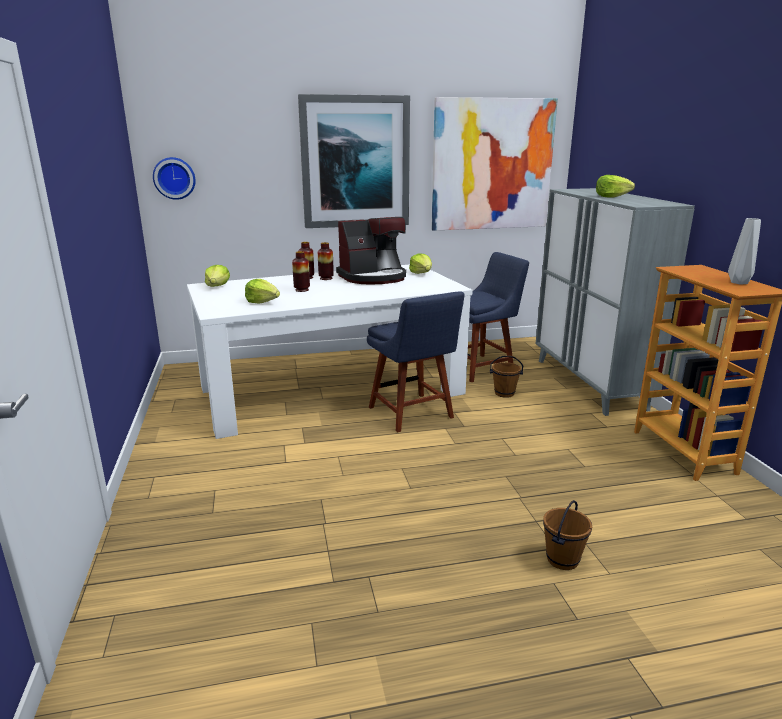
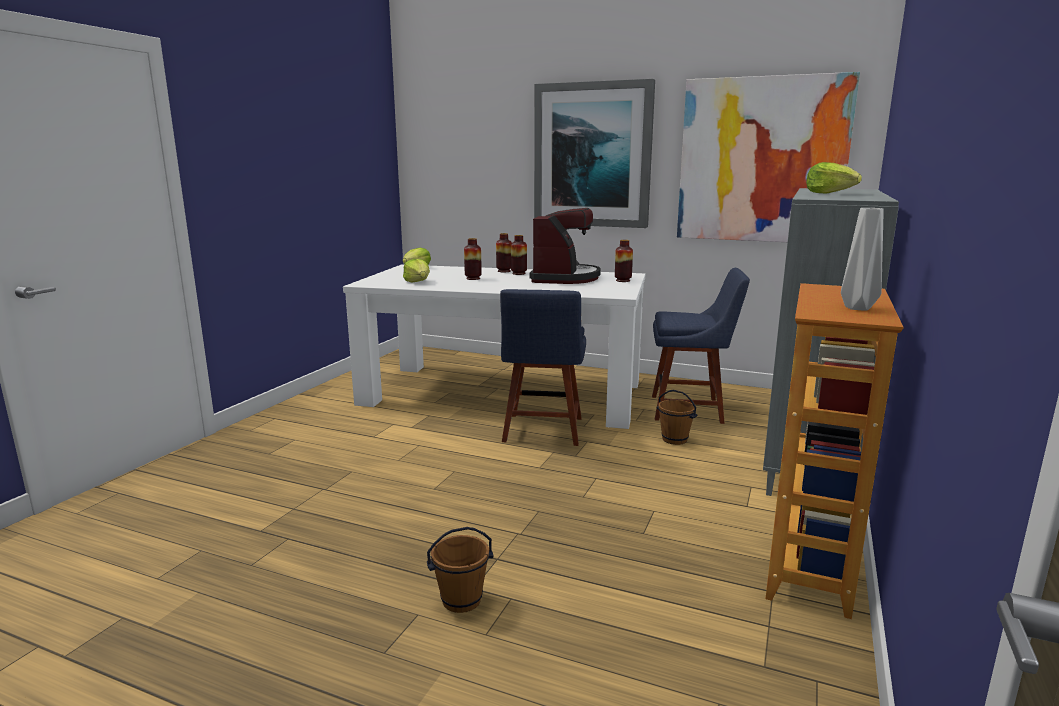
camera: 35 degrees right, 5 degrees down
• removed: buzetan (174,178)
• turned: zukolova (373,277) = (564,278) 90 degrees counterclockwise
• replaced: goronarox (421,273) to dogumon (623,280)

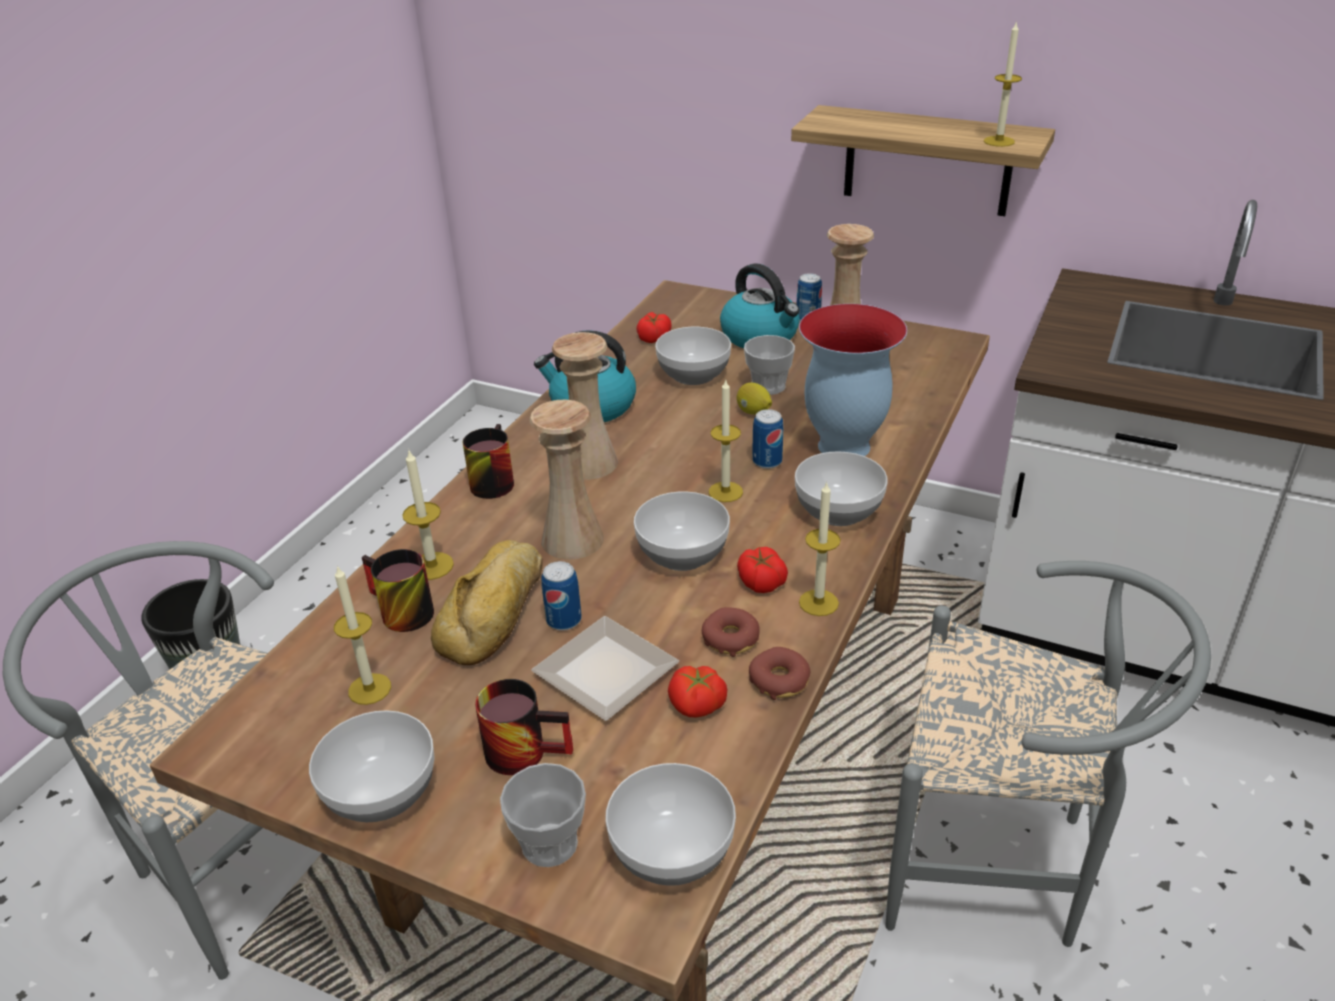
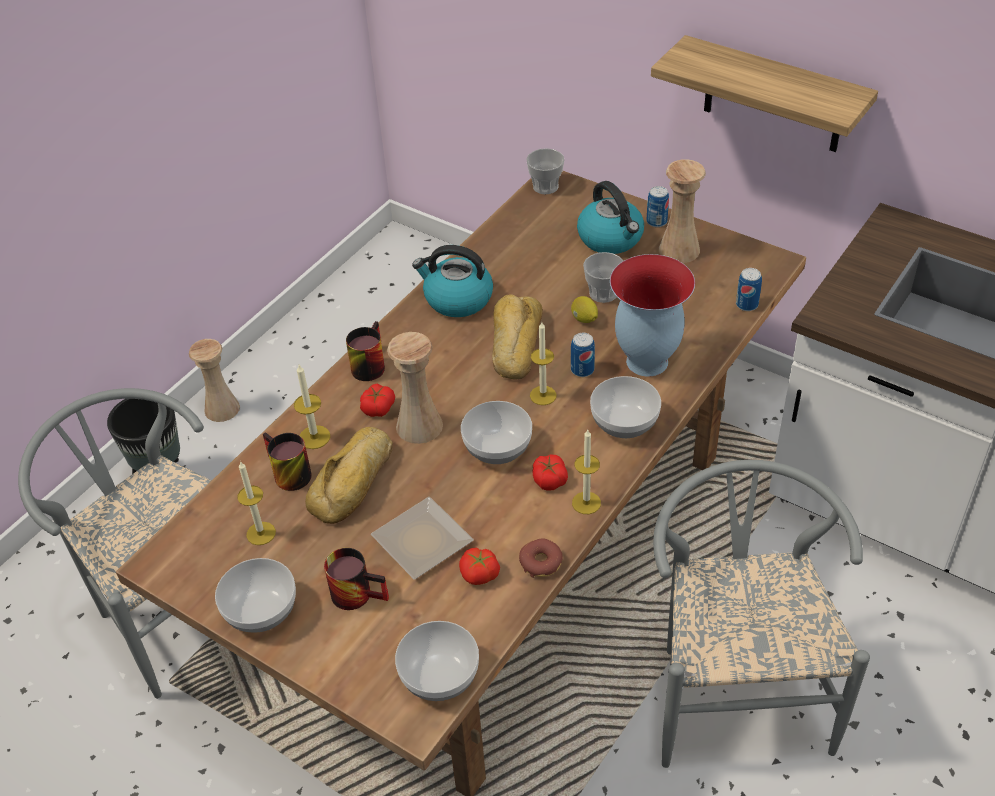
camera: 10 degrees right, 10 degrees up
• removed: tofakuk (999,141)
• moved: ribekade (654,337) to (378,407)
• removed: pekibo (693,375)
• moved: beige dogumon (589,463) to (222,409)
• moved: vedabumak (564,620) to (746,305)
• turned: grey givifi (1003,862) = (734,690) 120 degrees counterclockwise
• removed: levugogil (730,638)
• moved: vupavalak (549,843) to (545,186)
• added: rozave (514,343)

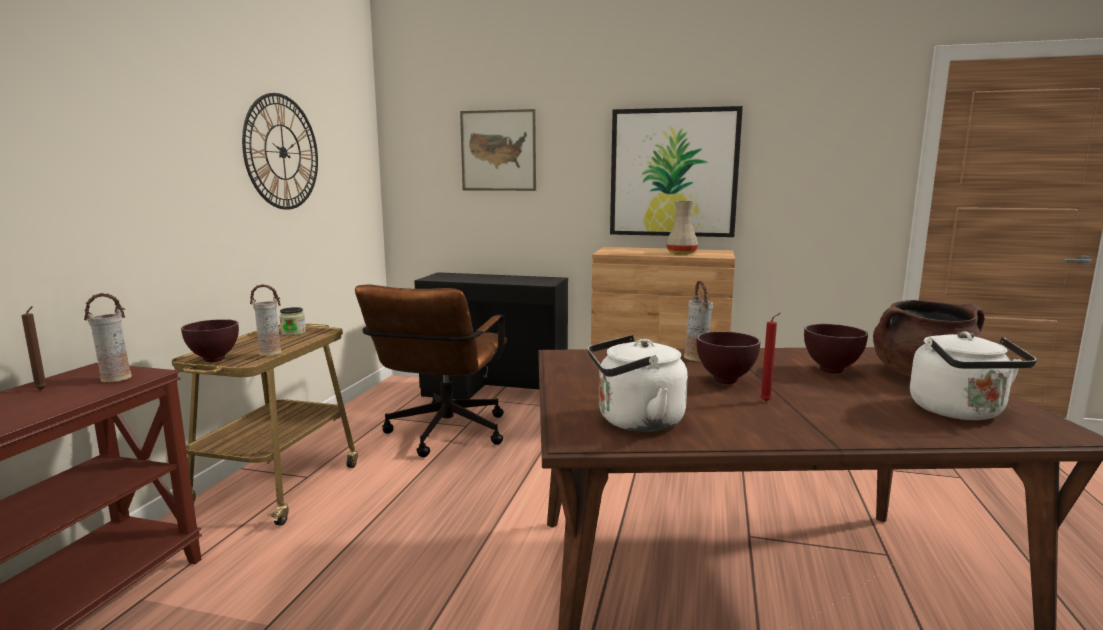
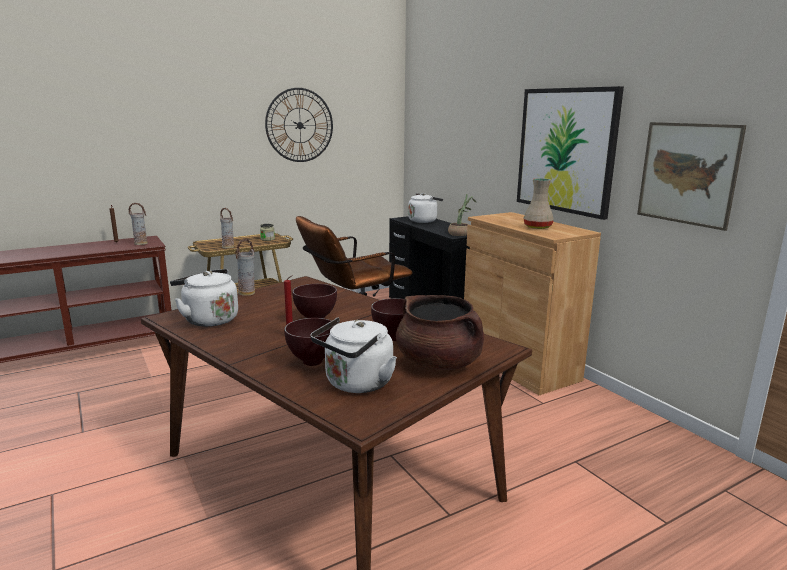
camera: 45 degrees right, 5 degrees up
• moved: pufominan (498,150) to (687,173)
• moved: dogumon (696,358) to (247,293)
• moved: brown pekibo (214,360) to (312,363)
• added: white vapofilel (424,220)
• added: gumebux (461,233)

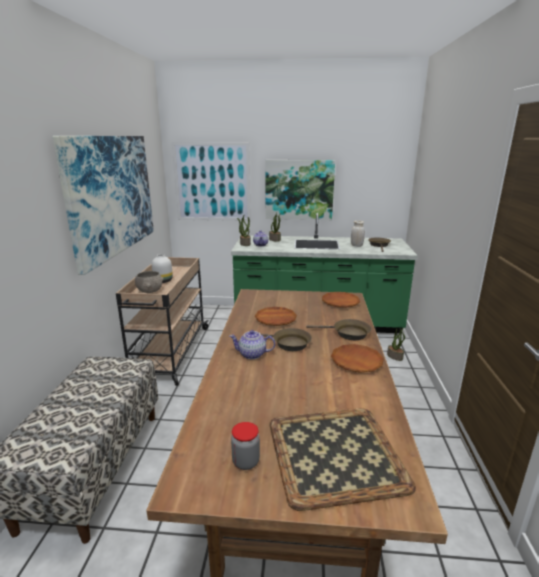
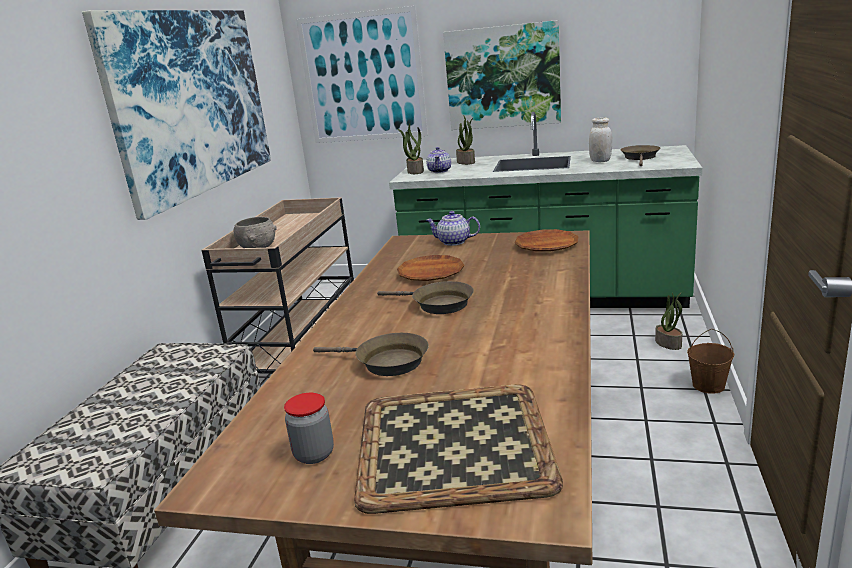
camera: 10 degrees right, 0 degrees up
• removed: white dogumon (162,281)
• moved: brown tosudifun (348,333) to (386,362)
• moved: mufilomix (252,354) to (454,242)
• removed: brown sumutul (356,361)
• added: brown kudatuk (708,385)

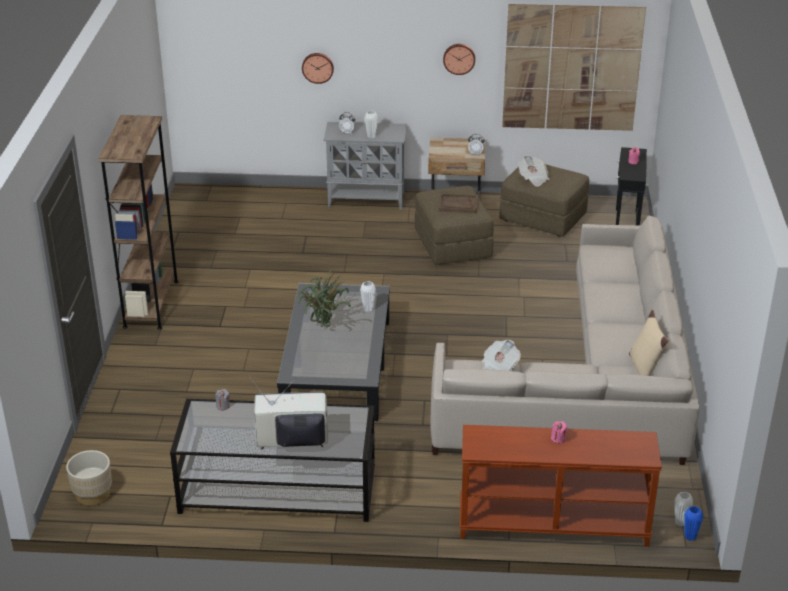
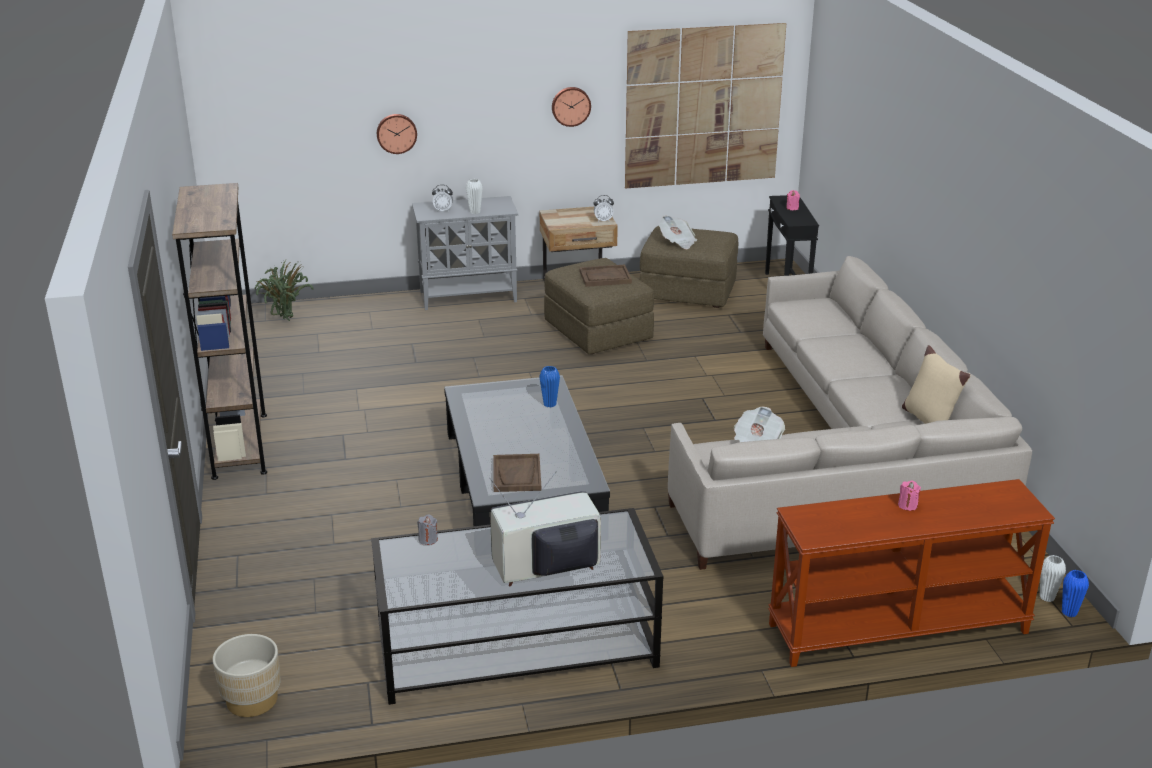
camera: 15 degrees left, 5 degrees down
• moved: gumebux (323,328) to (285,322)
• recoloured: white dogumon (368,309) to blue dogumon (549,404)
• added: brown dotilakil (517,475)

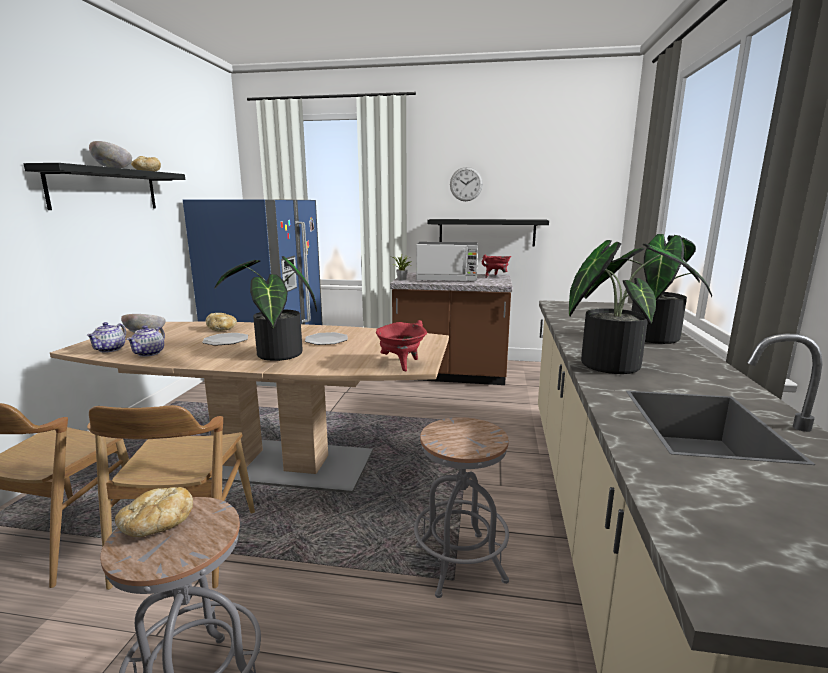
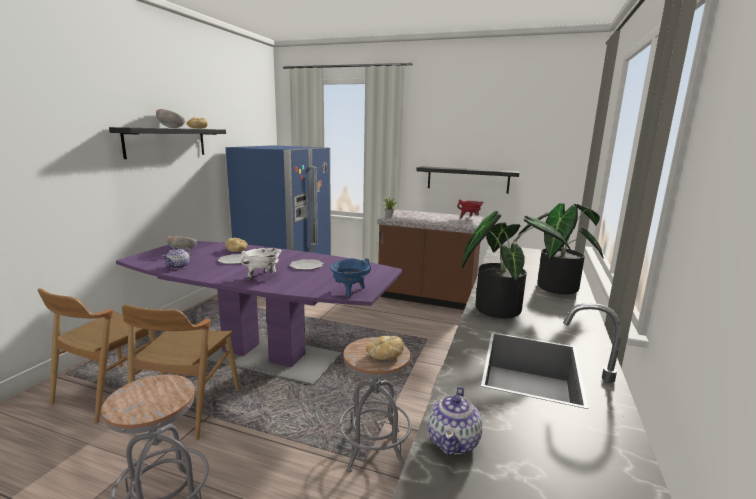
camera: 10 degrees right, 0 degrees up
• removed: buzetan (466,184)
• removed: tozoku (447,279)
• replaced: gumebux (276,356) to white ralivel (263,276)
• recoloured: red ralivel (401,364) to blue ralivel (349,291)
• recoloured: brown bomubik (272,463) to purple bomubik (263,355)
• moved: mufilomix (110,349) to (453,441)
• moved: rozave (156,526) to (384,356)

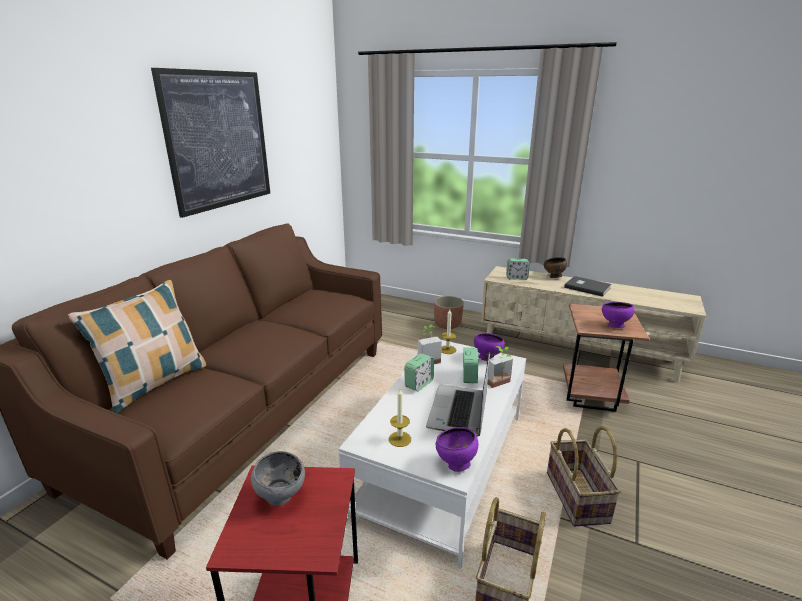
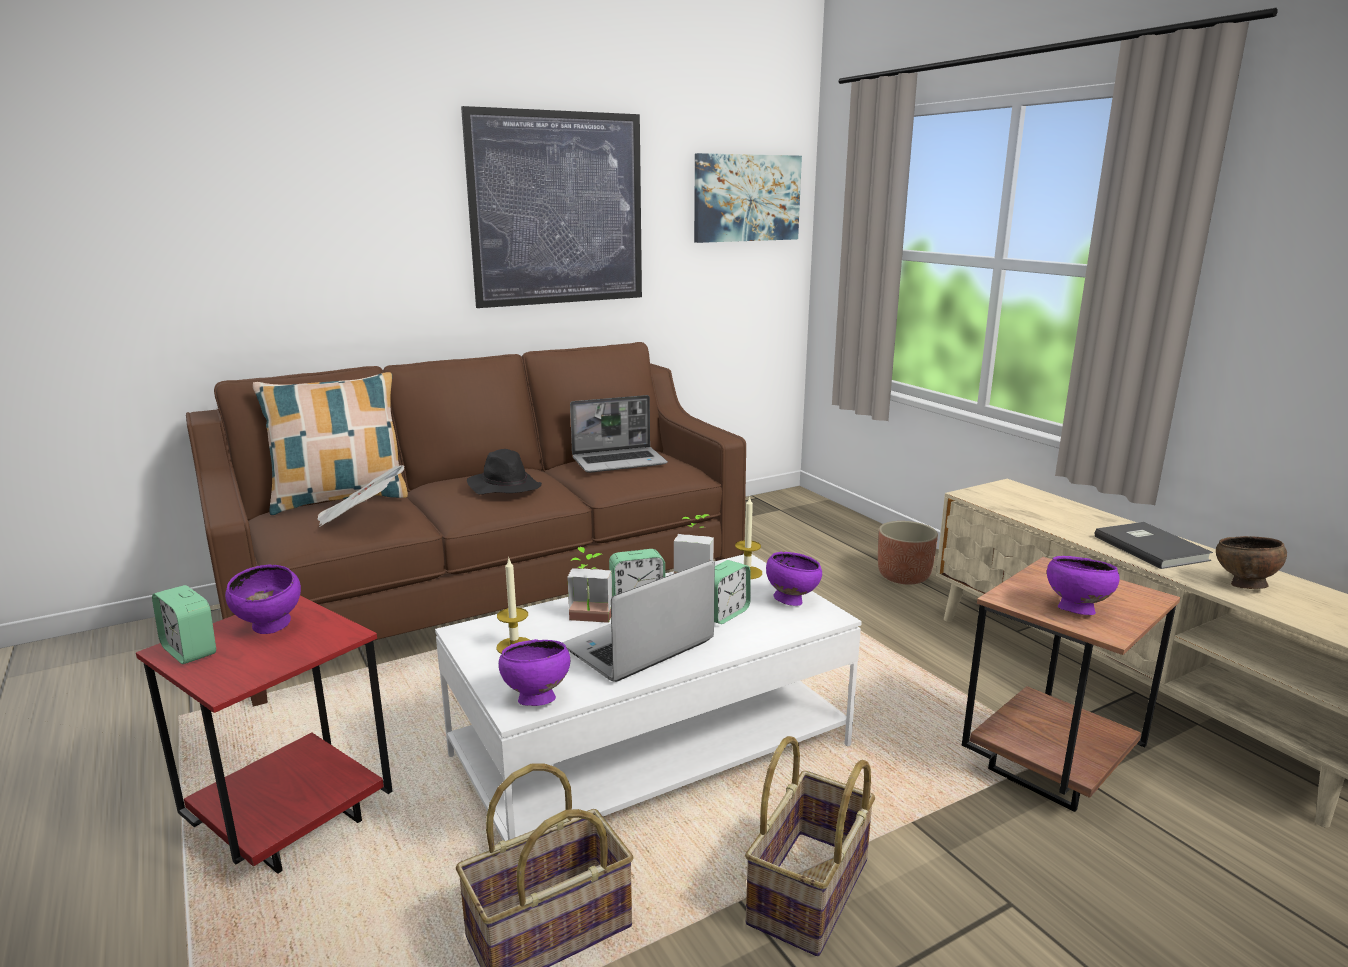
camera: 35 degrees right, 5 degrees down
• moved: brown pekibo (553,277) to (1243,586)
• moved: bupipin (516,278) to (189,651)
• moved: gumebux (500,384) to (589,620)
• recoloured: grey pekibo (282,498) to purple pekibo (271,628)
• added: pufominan (746,198)
• added: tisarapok (620,461)
• added: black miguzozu (504,488)
• added: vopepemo (360,519)

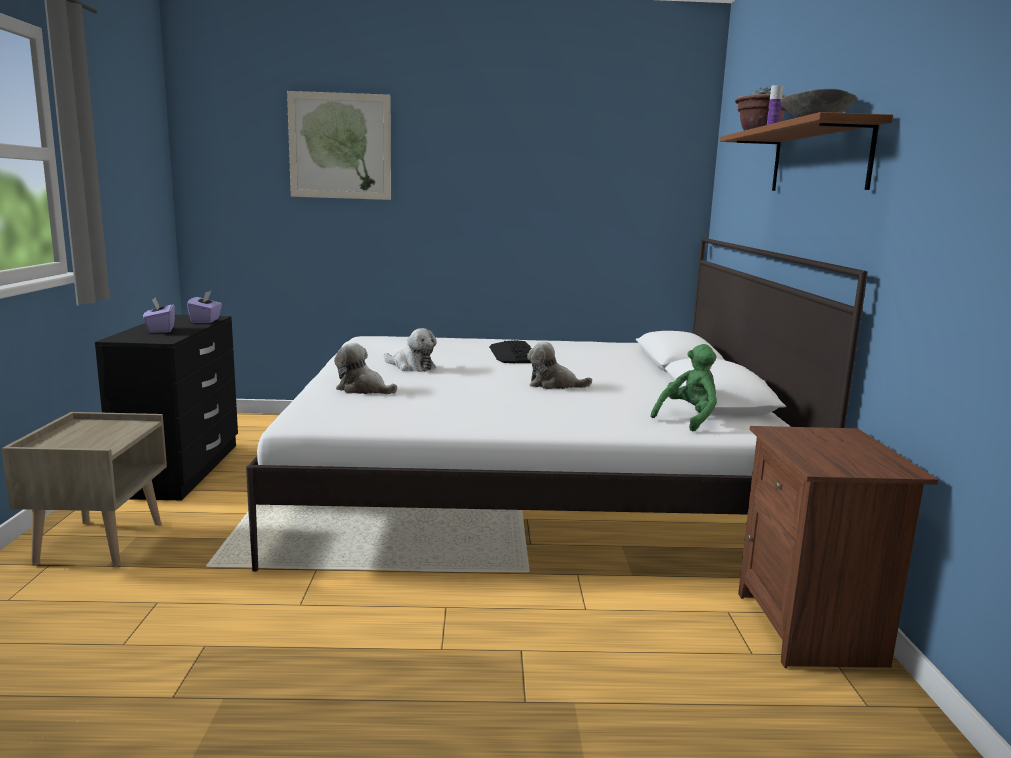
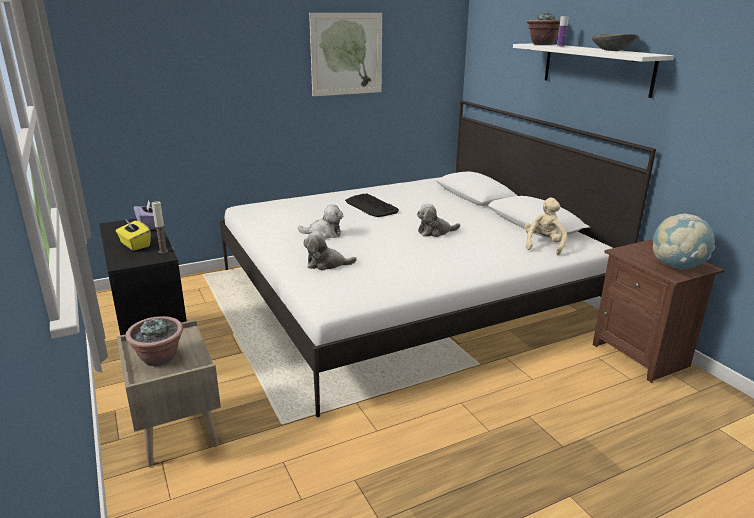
camera: 25 degrees left, 10 degrees up
• moved: pufominan (340,146) to (346,54)
• recoloured: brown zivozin (818,159) to white zivozin (596,68)
• recoloured: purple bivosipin (160,330) to yellow bivosipin (135,245)
• recoloured: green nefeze (688,419) to beige nefeze (543,245)
• added: tofakuk (163,251)
• added: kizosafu (677,266)
• added: gumebux (159,358)

